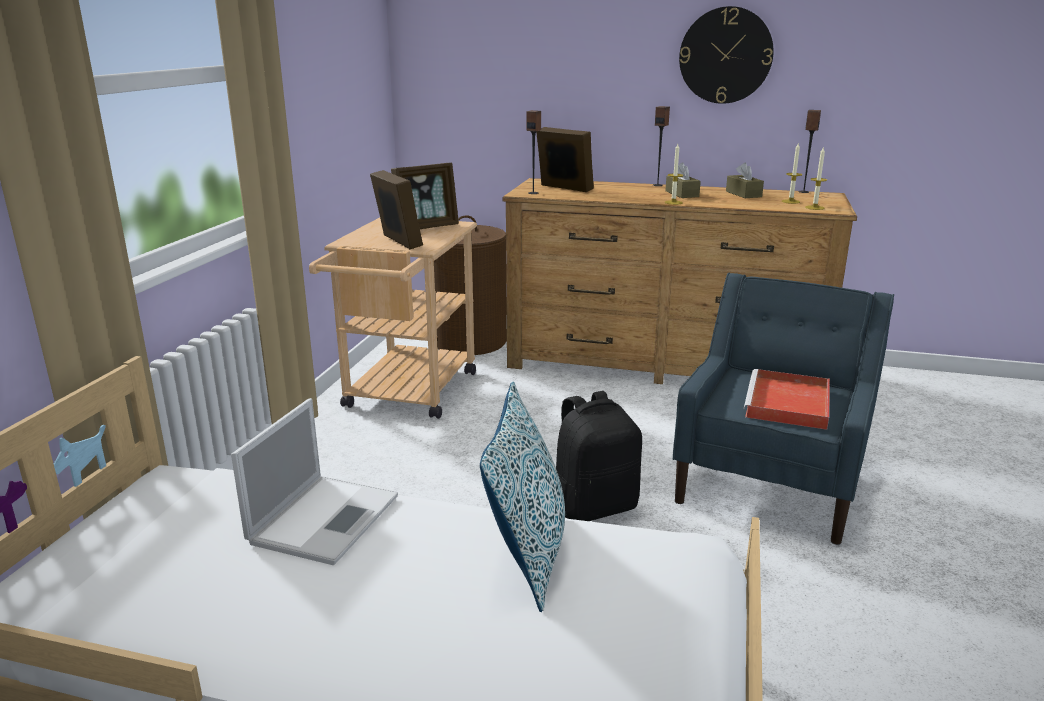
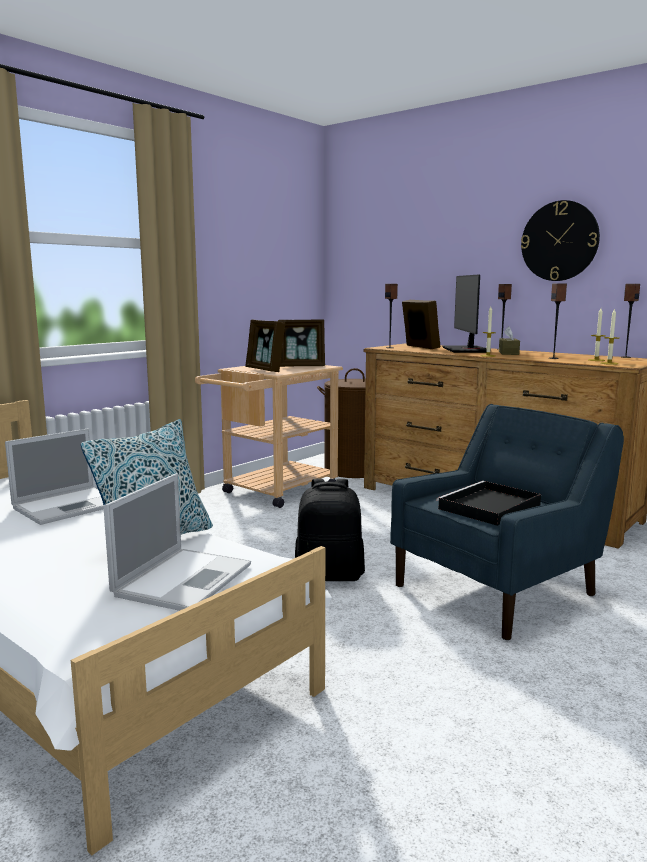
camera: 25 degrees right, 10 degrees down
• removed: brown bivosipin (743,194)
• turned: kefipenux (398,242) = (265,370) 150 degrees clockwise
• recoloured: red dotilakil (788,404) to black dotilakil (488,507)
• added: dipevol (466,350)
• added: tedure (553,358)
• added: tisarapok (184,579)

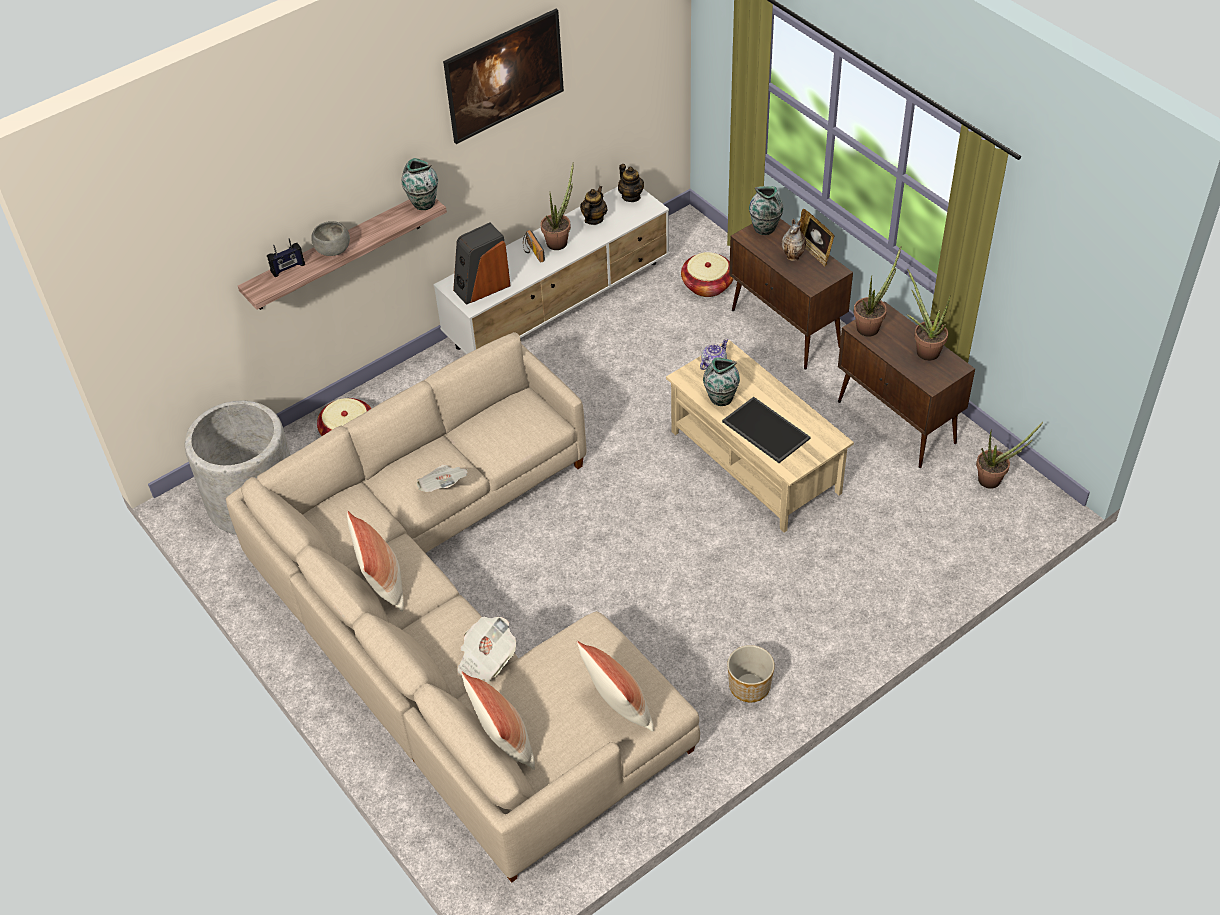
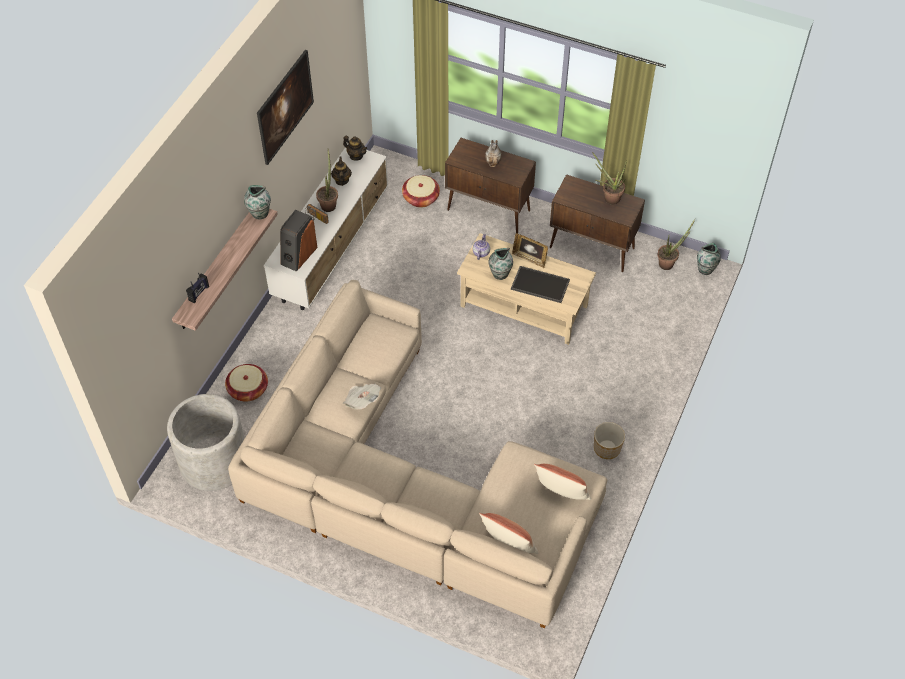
camera: 30 degrees left, 5 degrees up
• moved: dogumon (765,228) to (705,269)
• moved: kefipenux (814,251) to (529,258)
• removed: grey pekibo (333,250)
• removed: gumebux (871,326)
• removed: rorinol (383,583)
• removed: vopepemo (486,659)

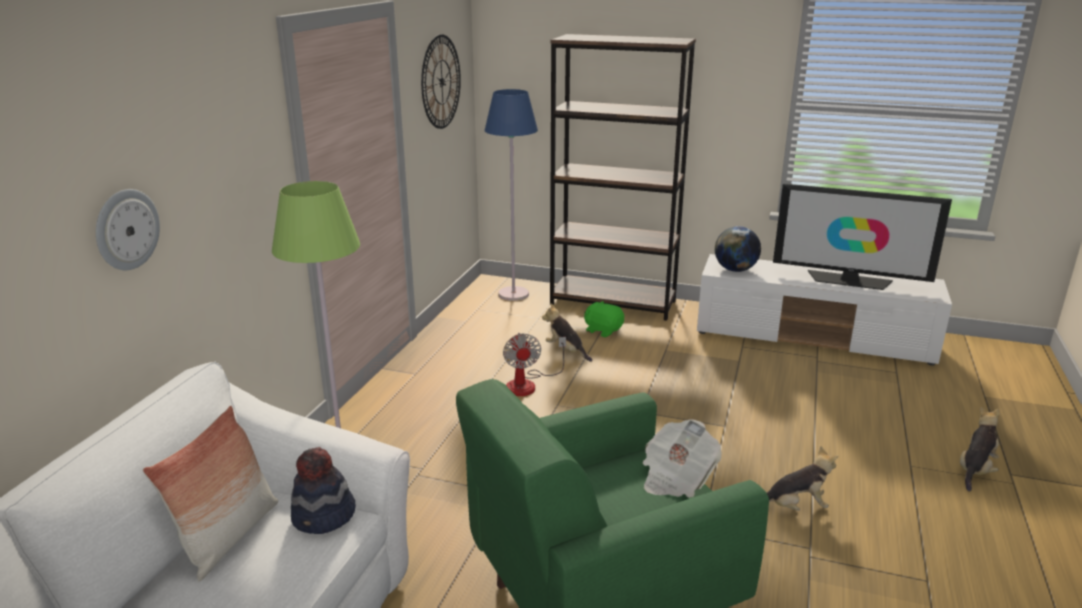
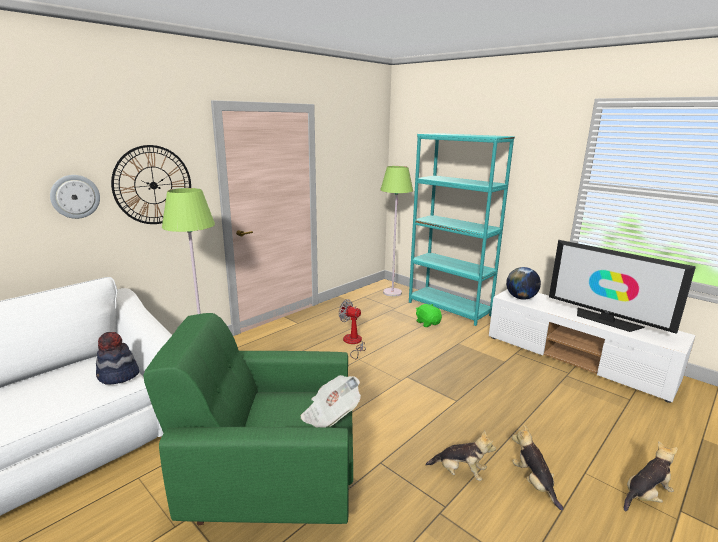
camera: 25 degrees right, 5 degrees down
• moved: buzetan (441,82) to (153,185)
• recoloured: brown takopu (613,303) to turquoise takopu (449,308)
• recoloured: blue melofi (513,294) to green melofi (392,292)
• moved: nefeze (566,351) to (534,483)
• turned: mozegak (528,384) = (353,343) 105 degrees clockwise
• removed: rorinol (228,537)

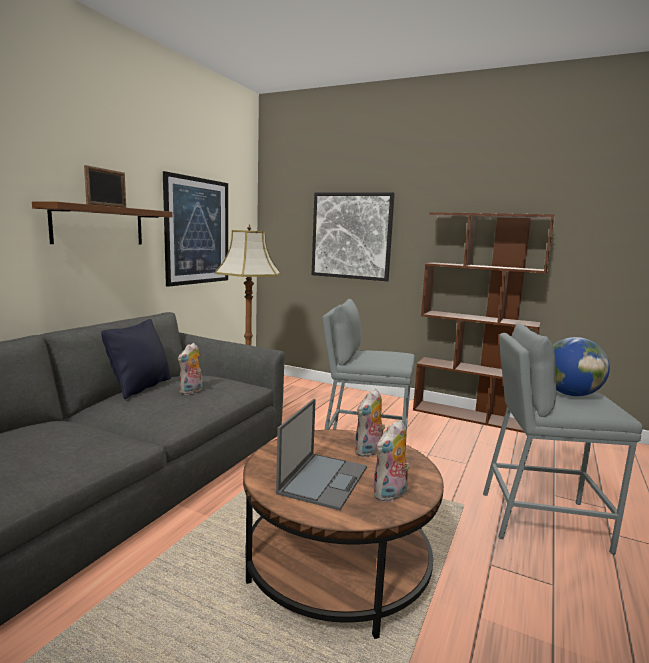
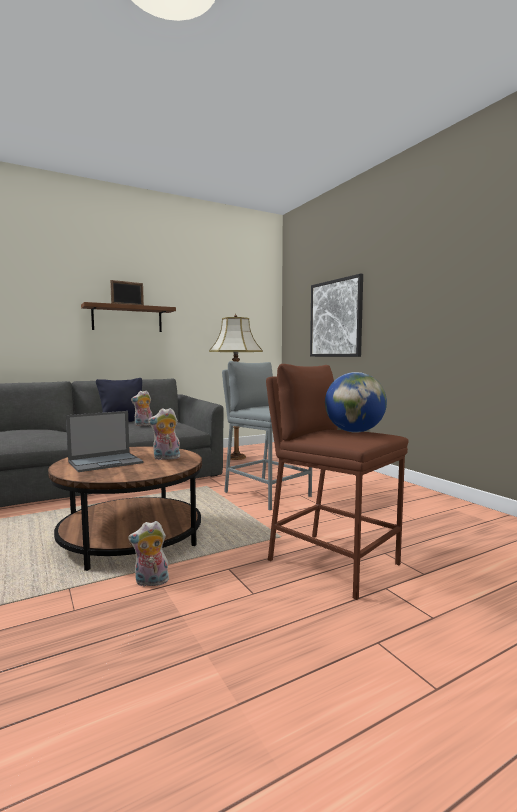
camera: 35 degrees right, 5 degrees down
• removed: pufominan (197,231)
• removed: brown takopu (469,416)
• recoloured: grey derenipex (541,519) to brown derenipex (332,562)
• moved: nefeze (390,495) to (151,582)

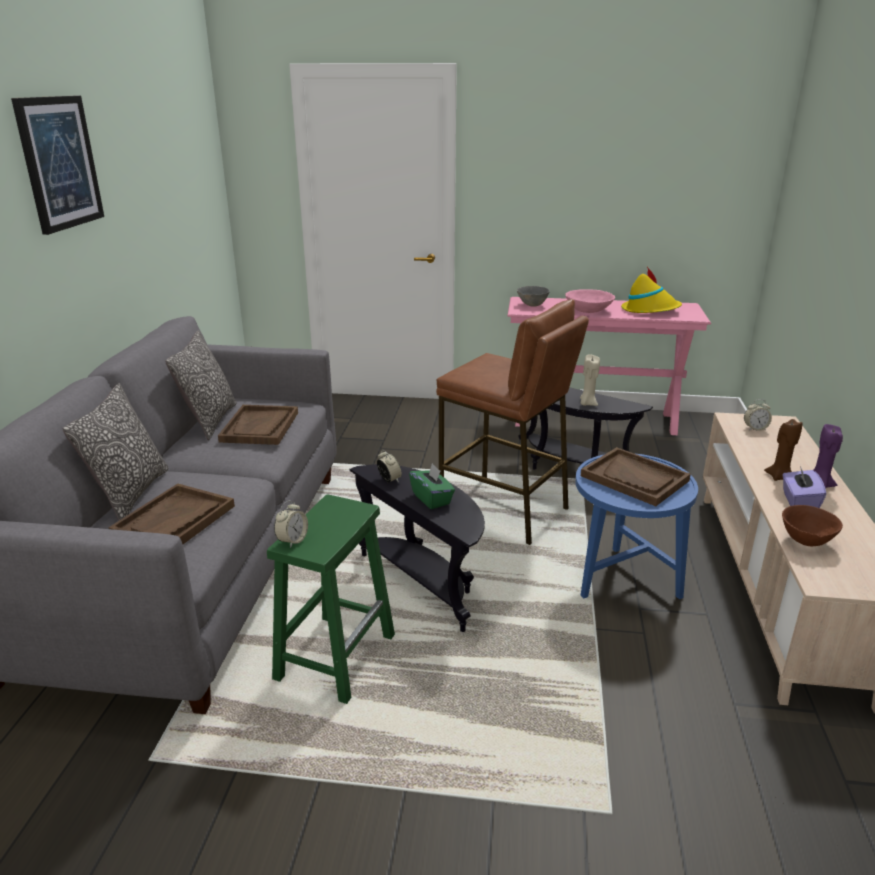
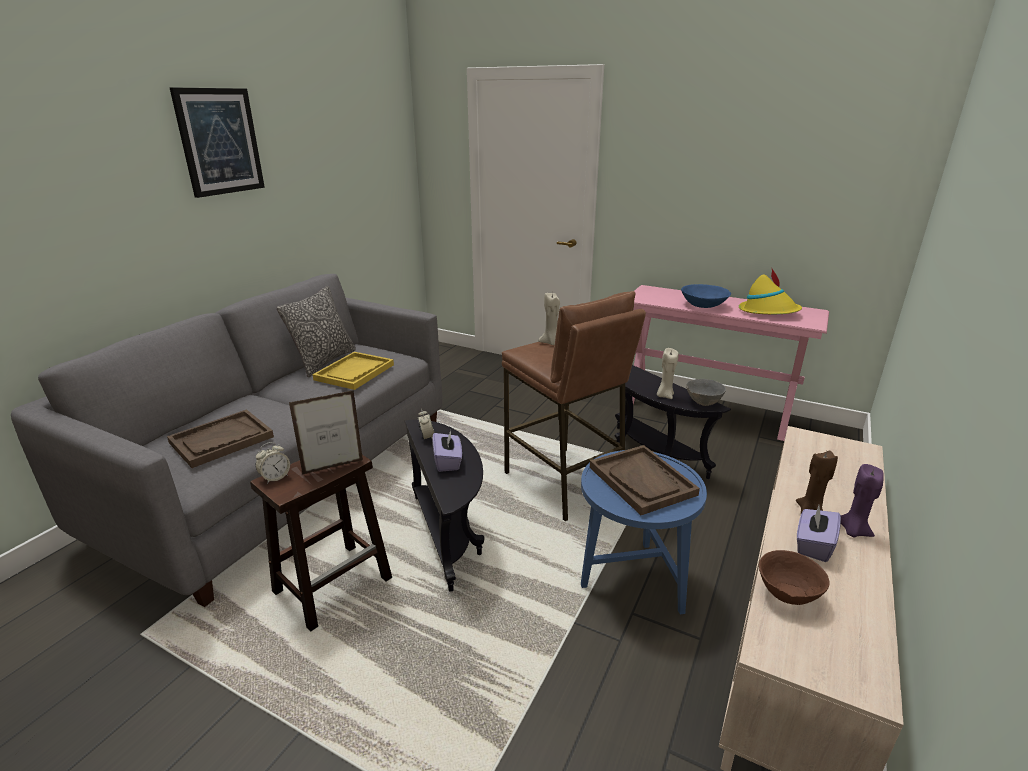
camera: 20 degrees right, 0 degrees up
• moved: grey pekibo (532,305) to (703,403)
• recoloured: pink pekibo (588,310) to blue pekibo (703,305)
• removed: rorinol (130,494)
• removed: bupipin (755,428)
• recoloured: brown dotilakil (260,427) to yellow dotilakil (354,372)
• recoloured: green bivosipin (432,499) to purple bivosipin (448,462)
• recoloured: green derenipex (336,655) to brown derenipex (334,584)
• added: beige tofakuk (551,343)
• added: kefipenux (333,467)

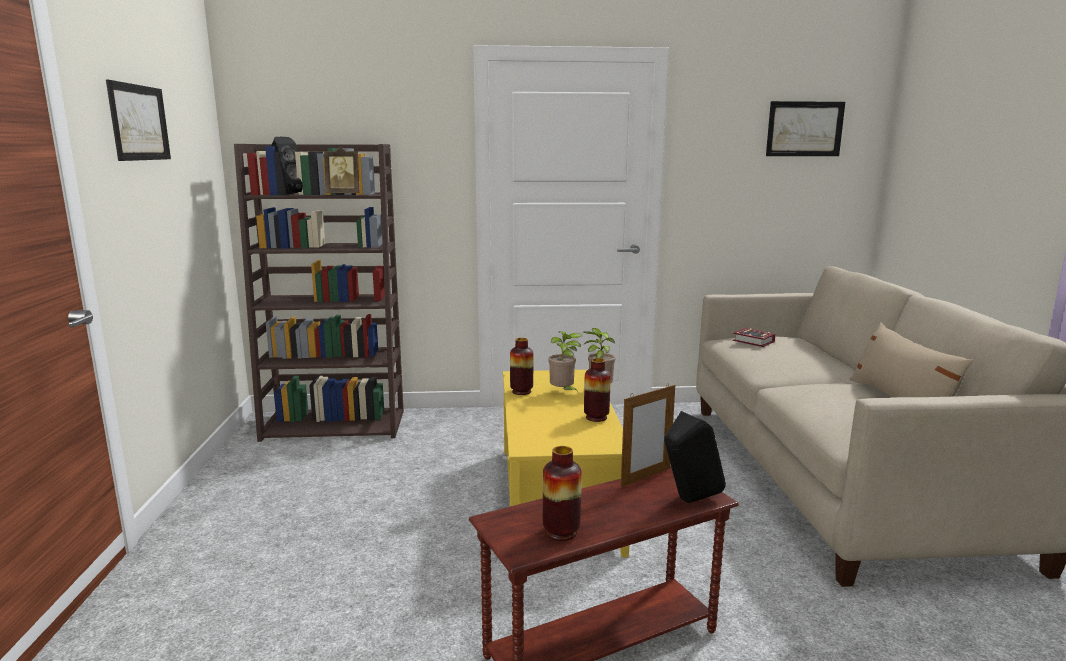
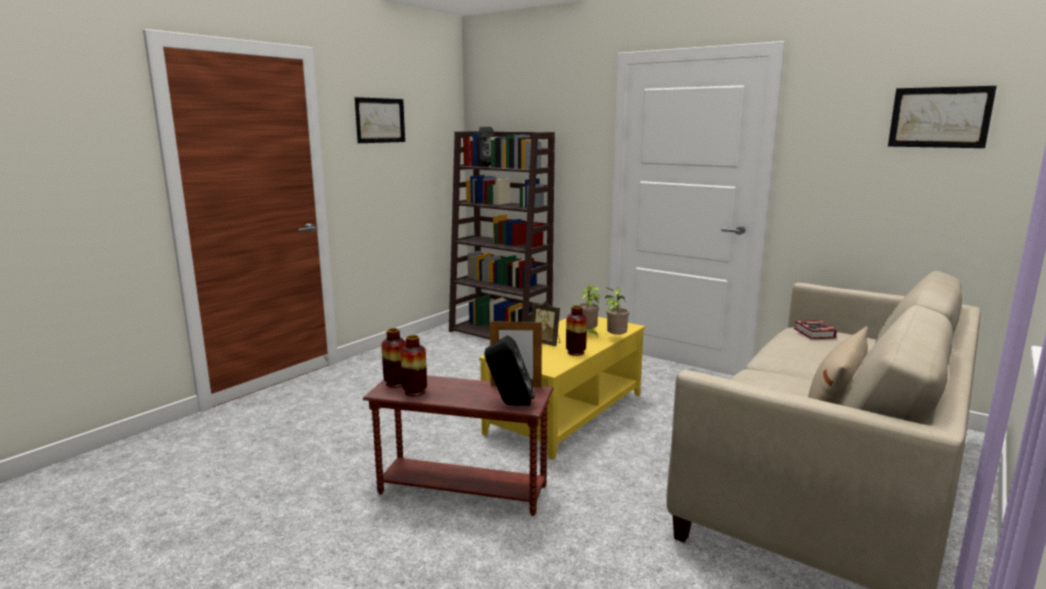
camera: 40 degrees right, 0 degrees up
• moved: kefipenux (344,194) to (546,343)
• moved: dogumon (521,391) to (395,383)

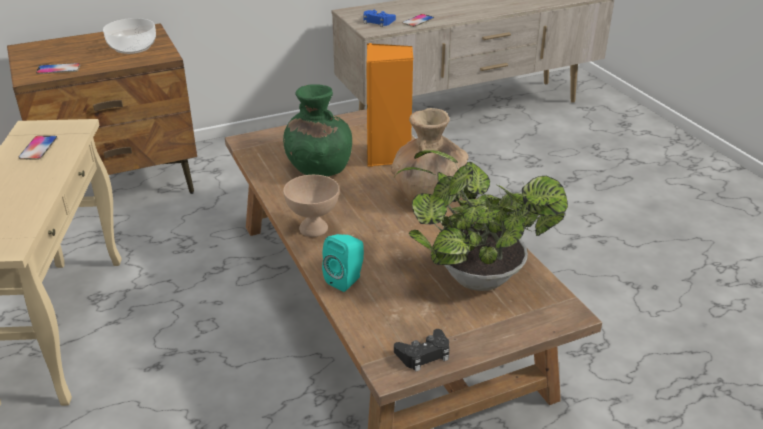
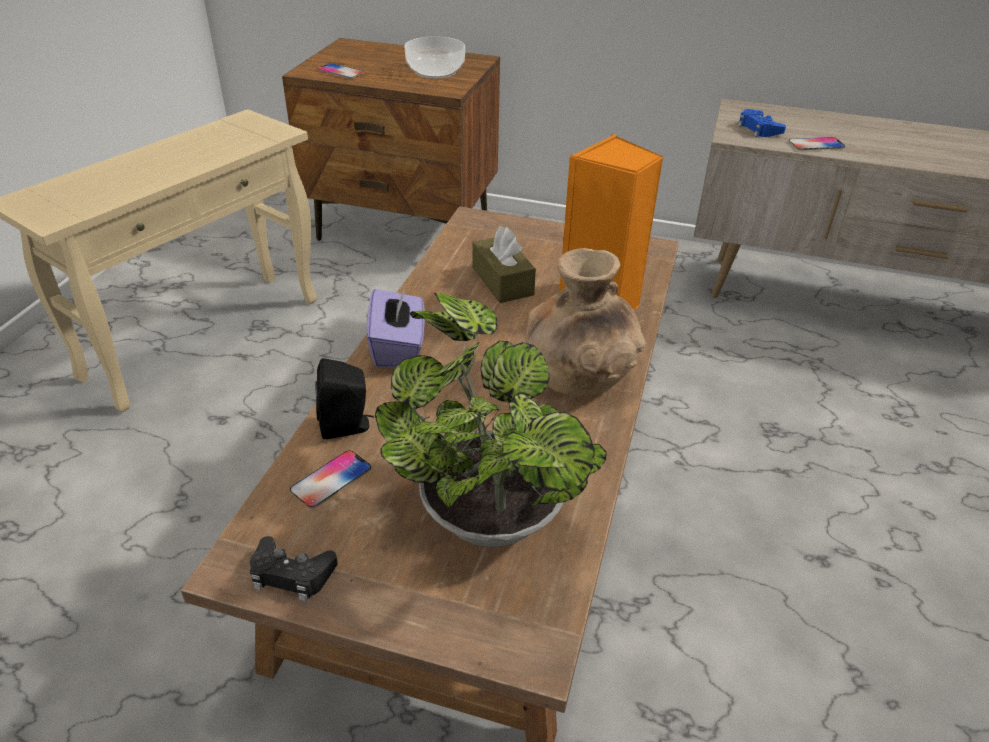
camera: 40 degrees right, 5 degrees up
• replaced: green dogumon (318,167) to brown bivosipin (502,281)
• moved: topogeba (38,148) to (331,480)
• replaced: beige pekibo (312,229) to purple bivosipin (398,348)
• recoloured: turquoise tedure (346,280) to black tedure (347,427)

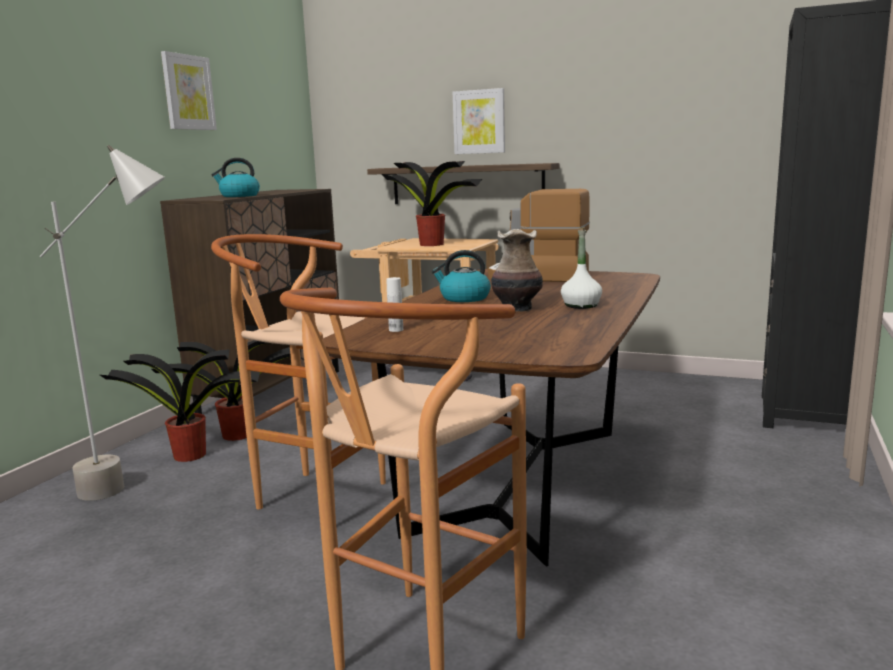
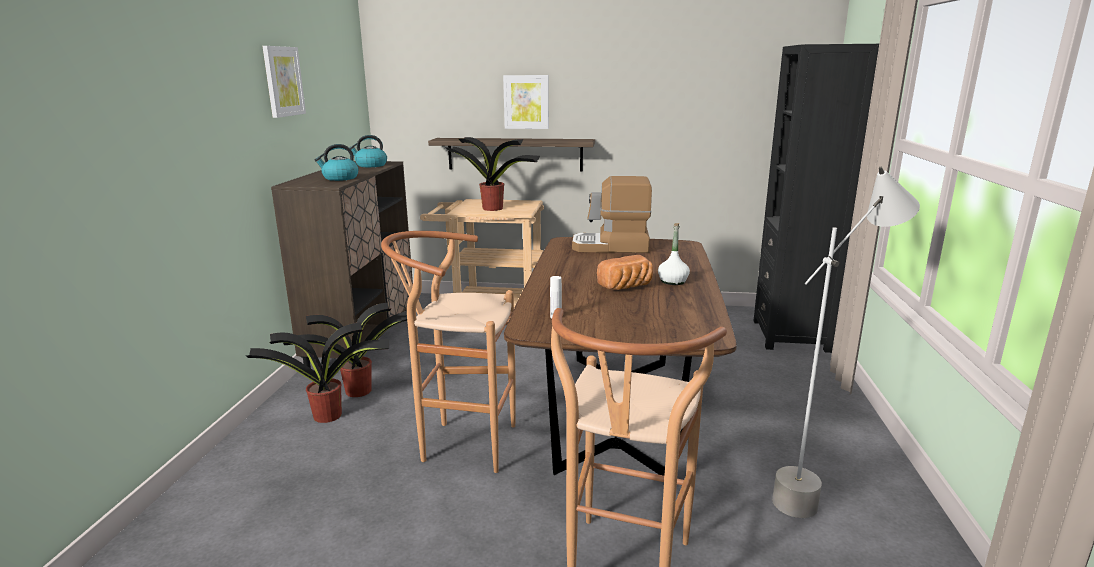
camera: 15 degrees left, 5 degrees up
• moved: grey melofi (140,485) to (818,491)
• replaced: dogumon (516,308) to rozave (627,287)
• moved: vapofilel (464,298) to (370,165)

